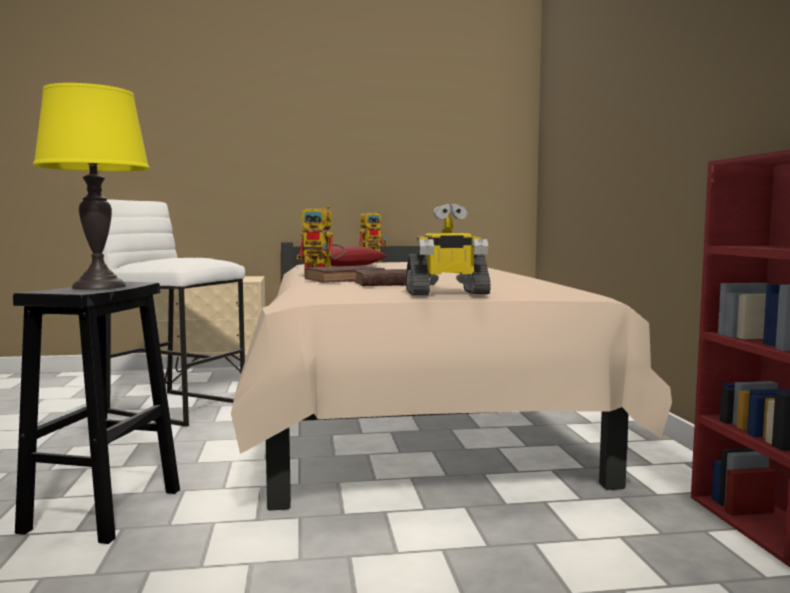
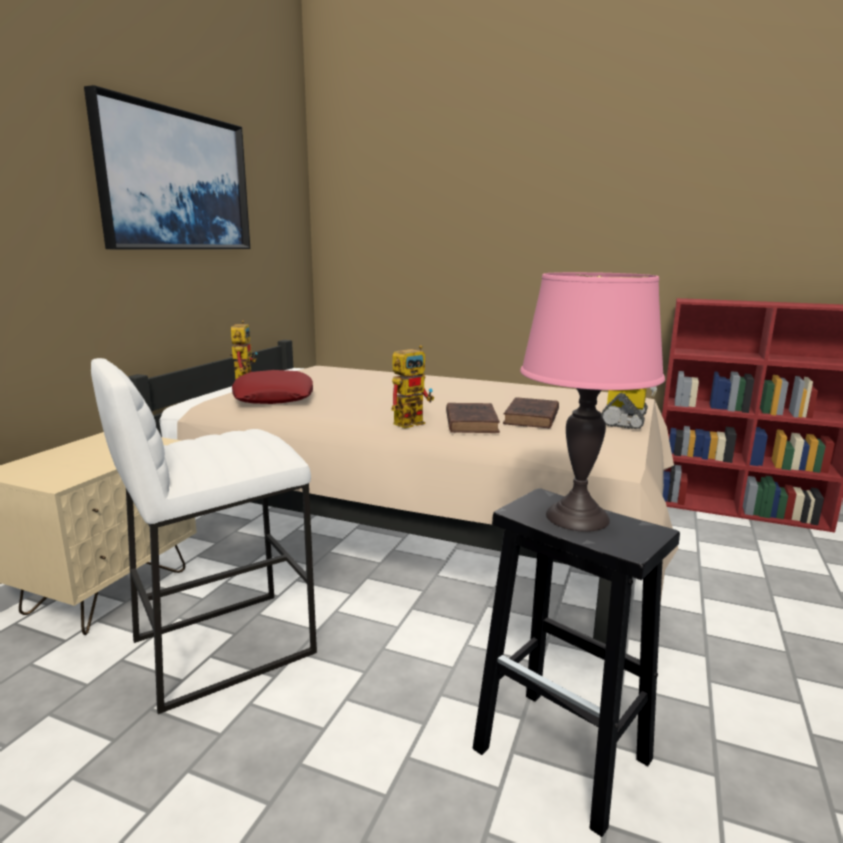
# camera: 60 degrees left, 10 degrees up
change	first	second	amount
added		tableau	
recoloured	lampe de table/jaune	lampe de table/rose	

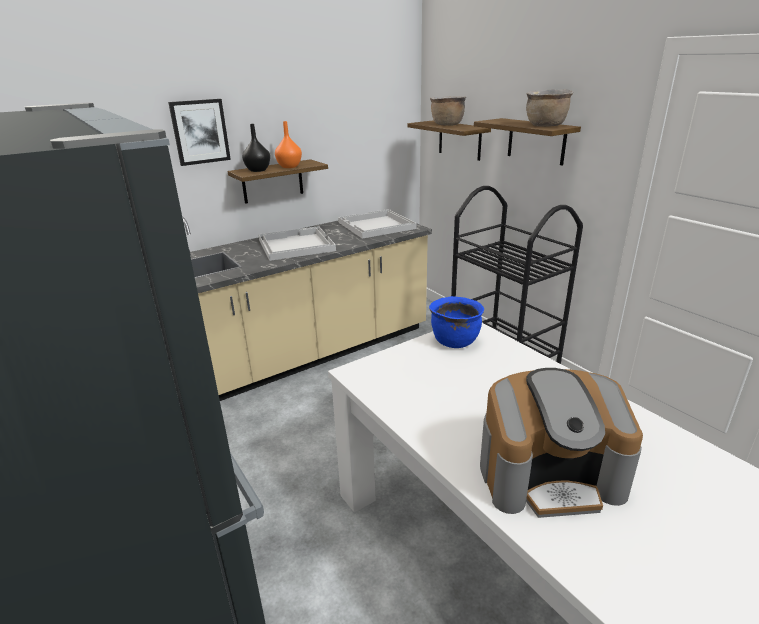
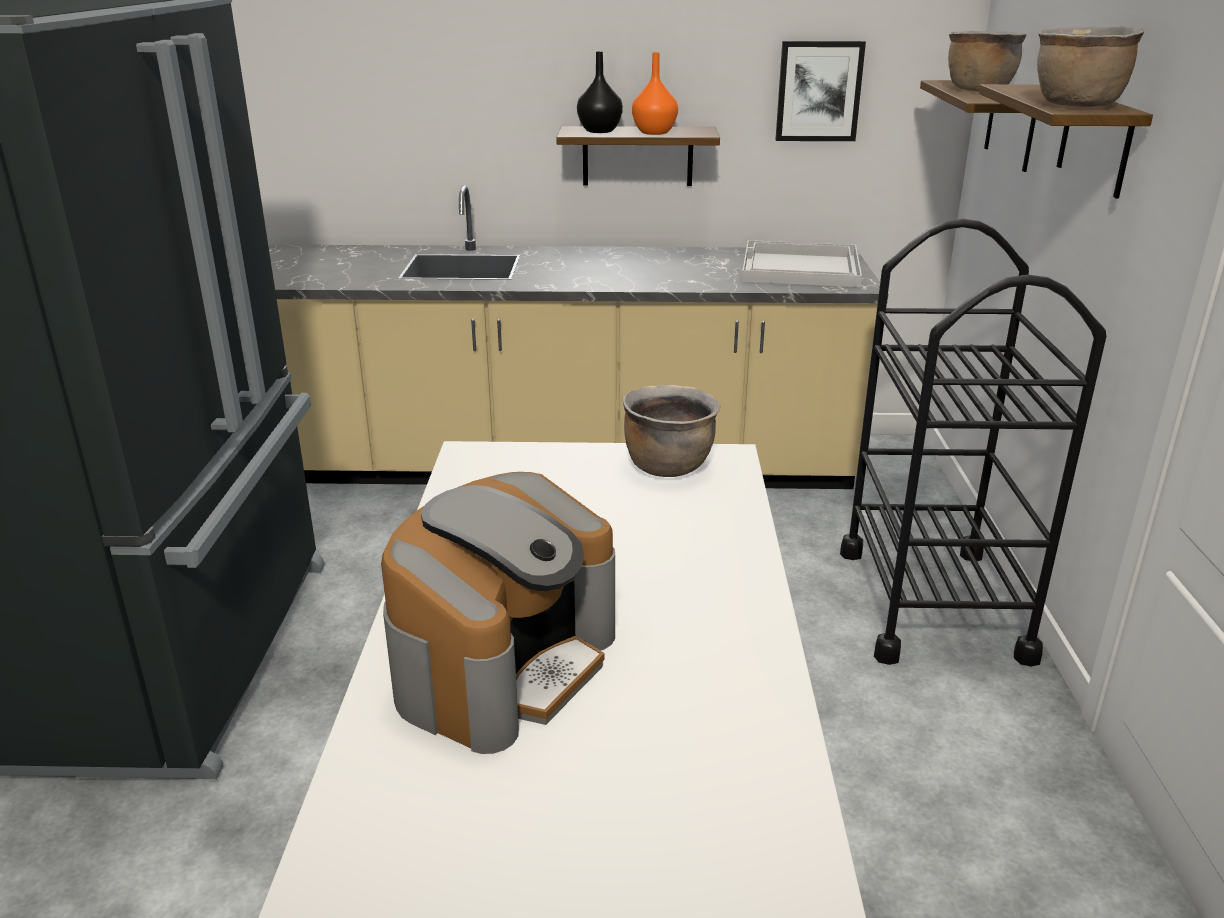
# camera: 35 degrees right, 0 degrees up
change	first	second	amount
removed	plateau/blanc (1st from left)		
moved	tableau		
recoloured	marmite/bleu	marmite/marron (1st from left)	
turned	machine à café		90 degrees counterclockwise

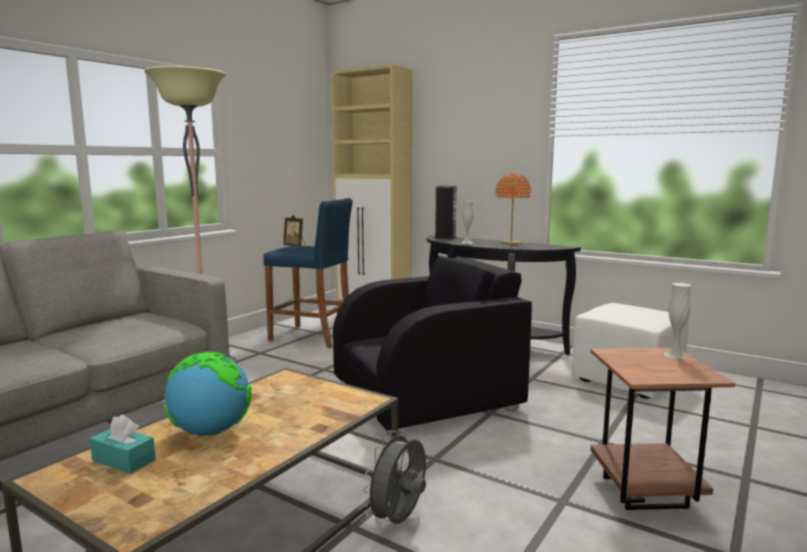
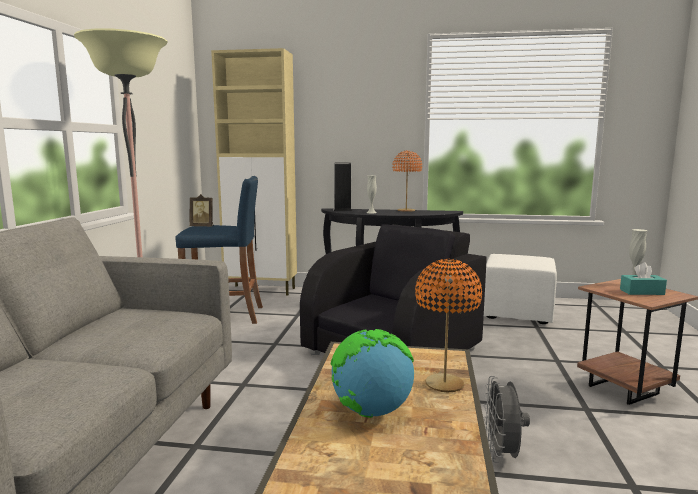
# camera: 25 degrees left, 0 degrees up
change	first	second	amount
added		lampe de table/orange (2nd from left)	
moved	boîte à mouchoirs/turquoise		

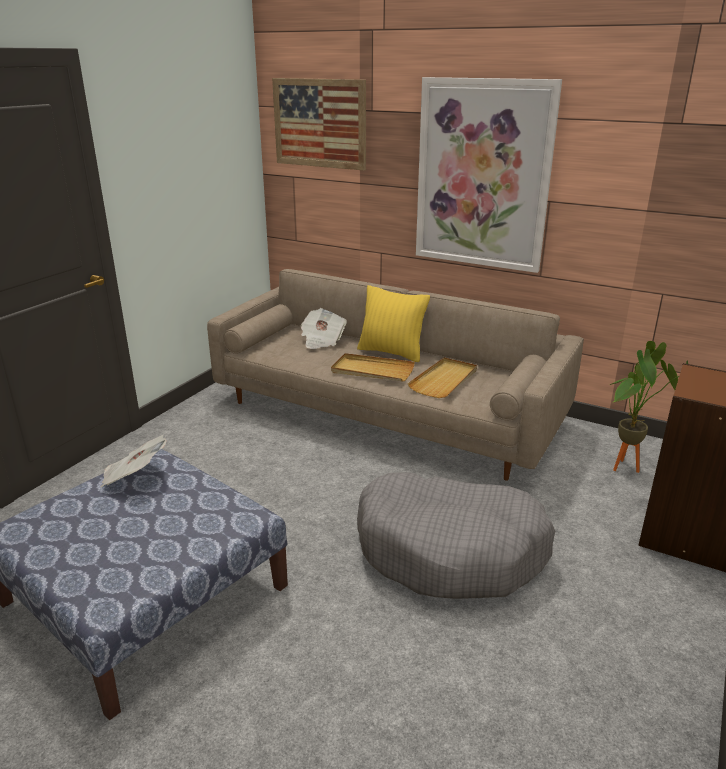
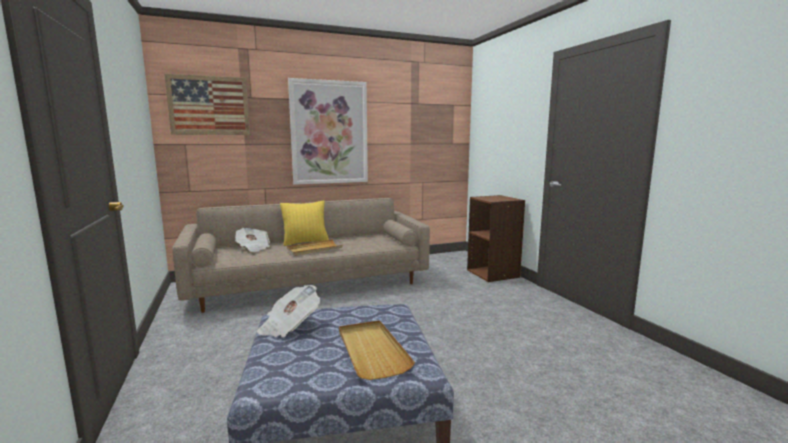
# camera: 50 degrees left, 15 degrees down
change	first	second	amount
removed	panier pour chien/gris		
removed	plante en pot		
moved	plateau/beige (2nd from left)		

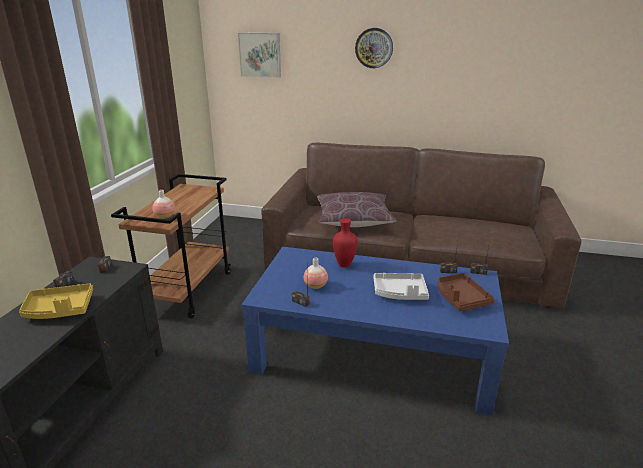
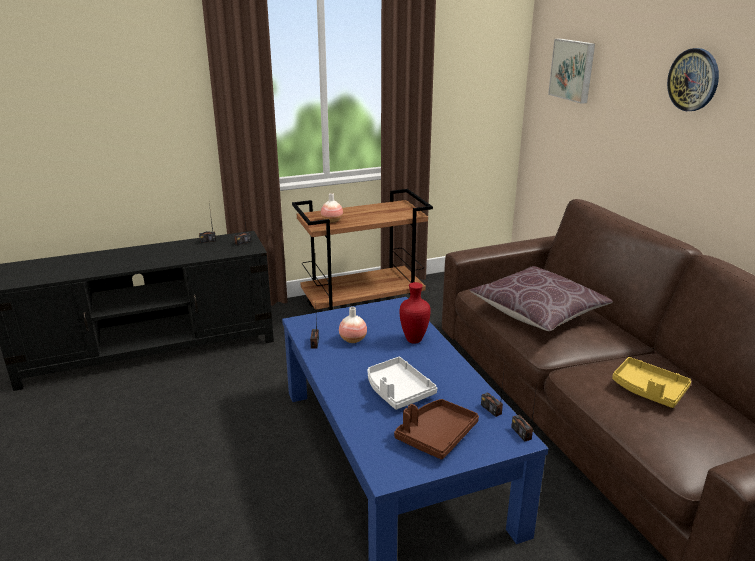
# camera: 55 degrees right, 0 degrees up
change	first	second	amount
moved	plateau/jaune		

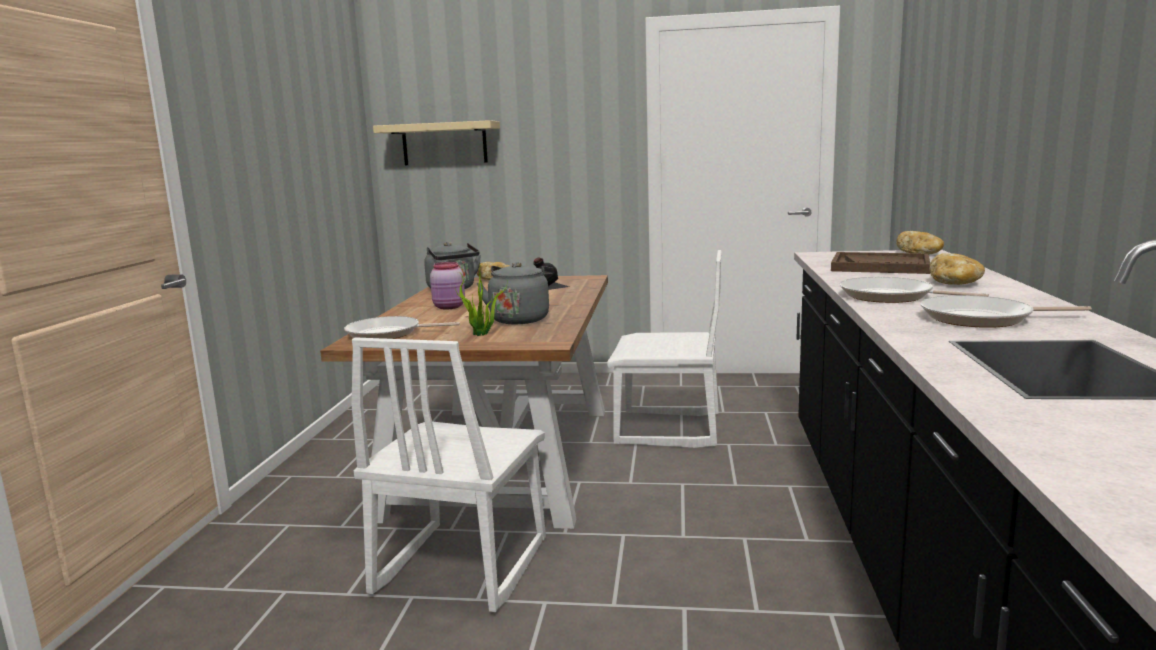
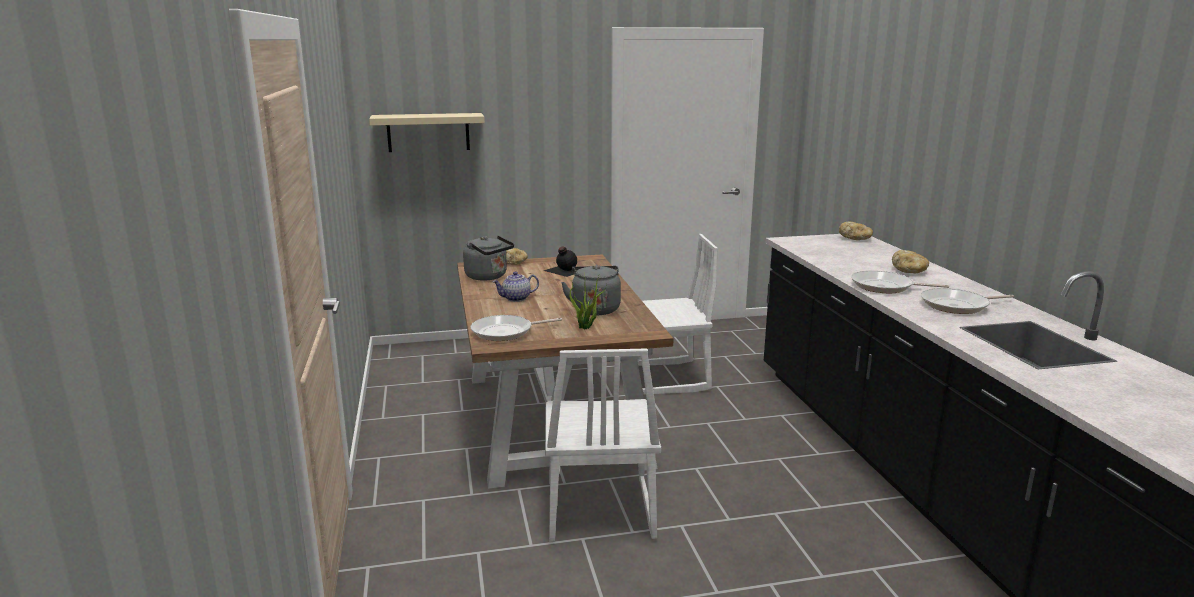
# camera: 20 degrees left, 5 degrees up
change	first	second	amount
removed	plateau/marron		
replaced	bocal/rose	théière	

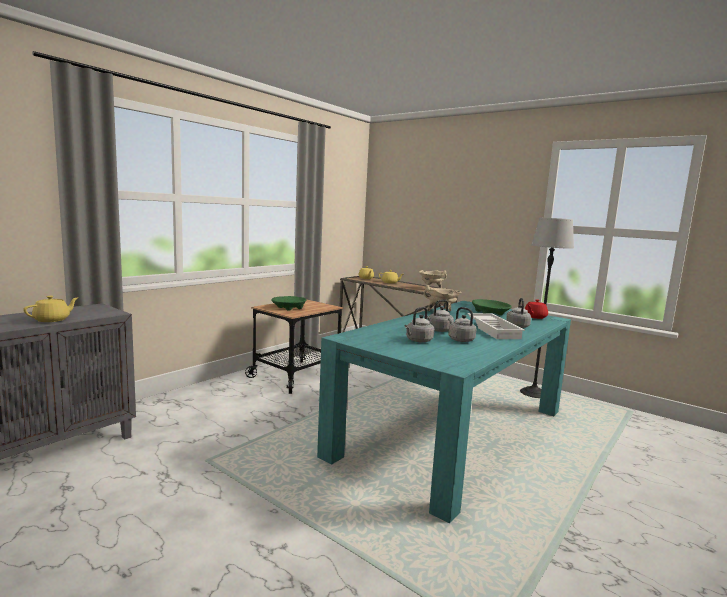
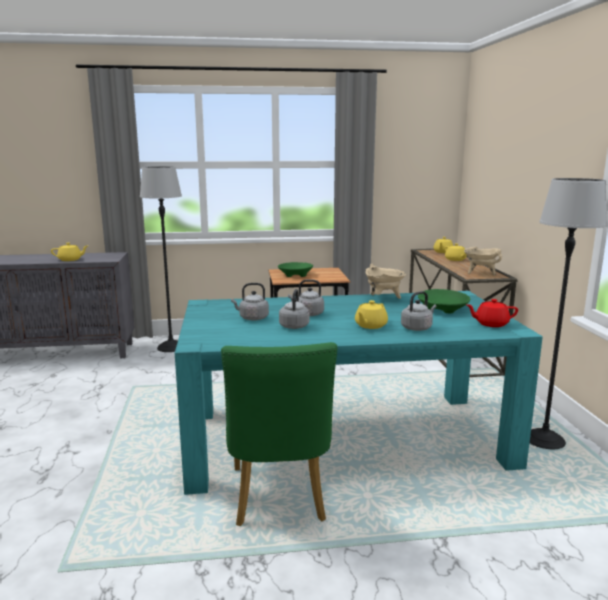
# camera: 45 degrees right, 5 degrees up
change	first	second	amount
added		lampadaire (1st from left)	
added		chaise/vert	
replaced	plateau/blanc	théière/jaune (2nd from left)	

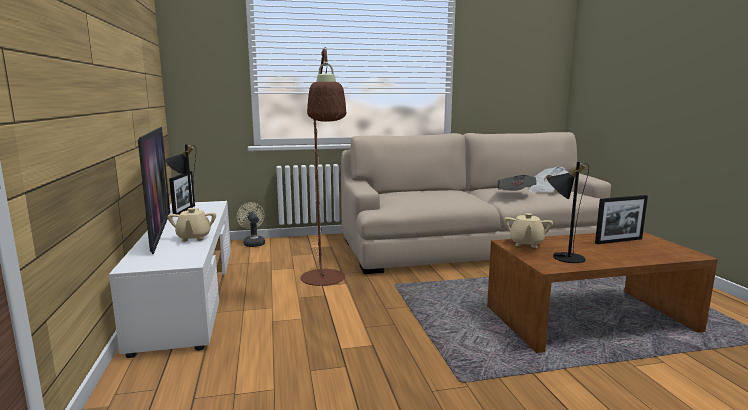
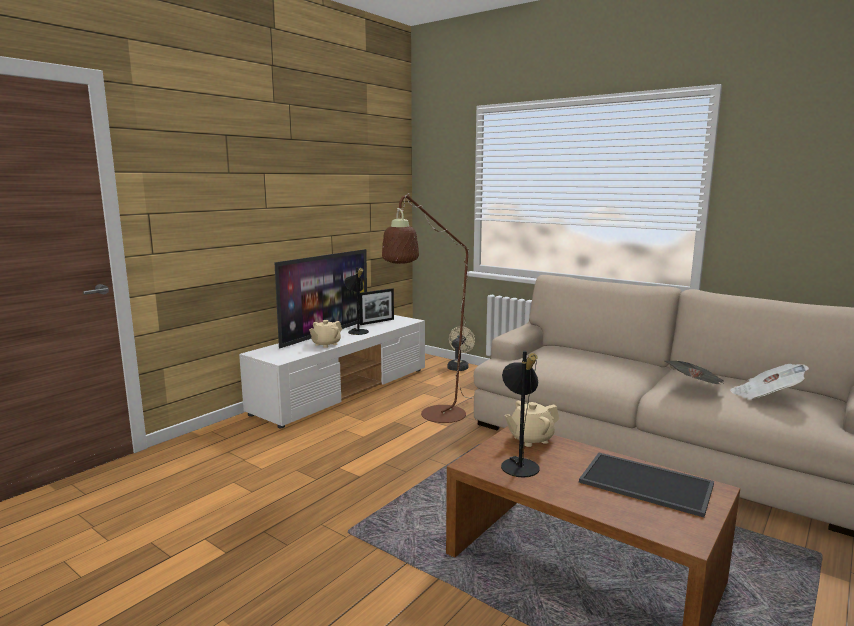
# camera: 50 degrees right, 0 degrees up
change	first	second	amount
replaced	cadre photo (2nd from left)	plateau	

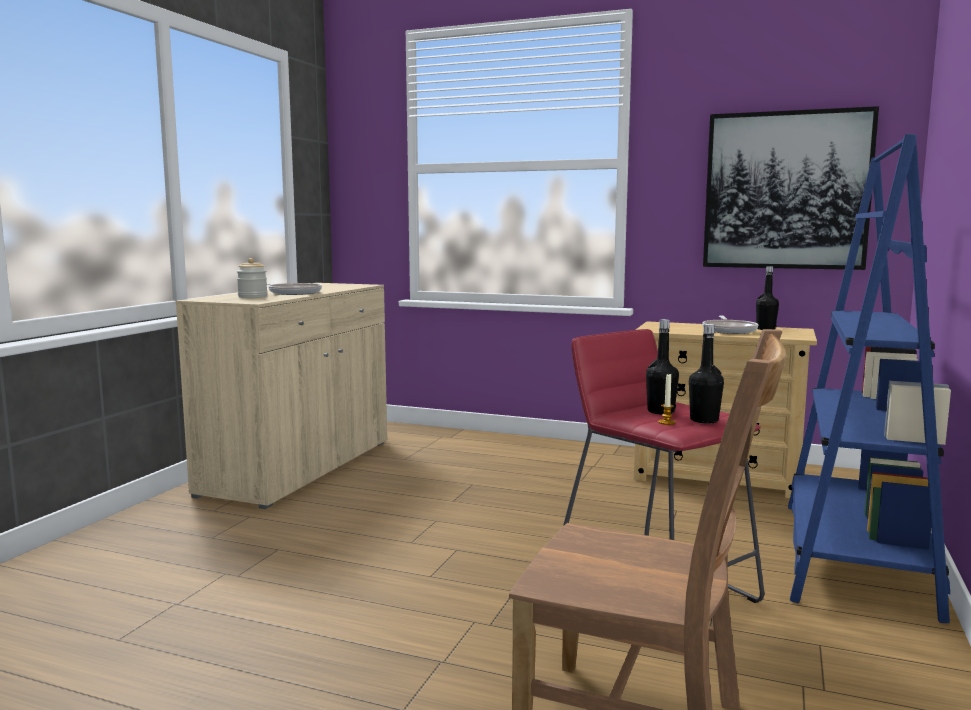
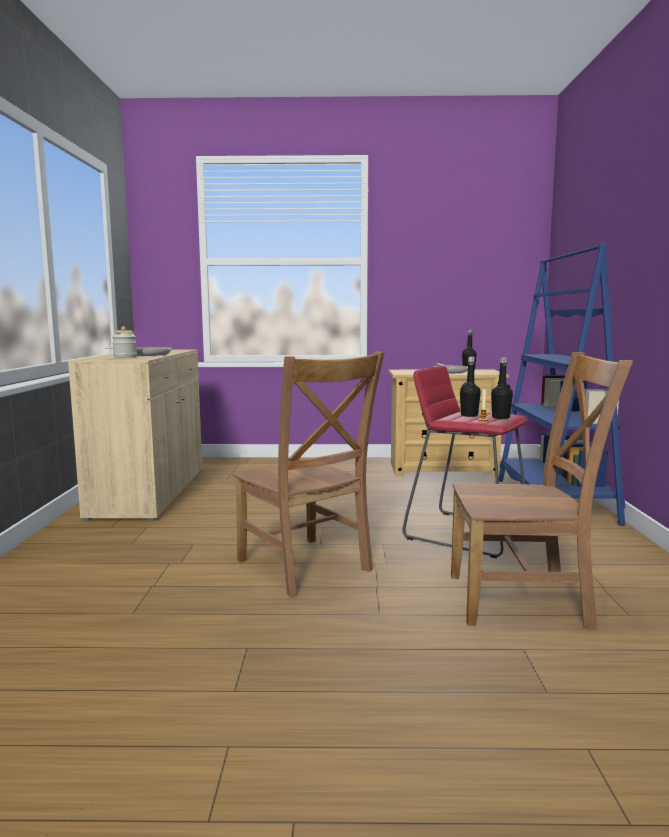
# camera: 20 degrees left, 0 degrees up
change	first	second	amount
removed	tableau		
added		chaise/marron (1st from left)	

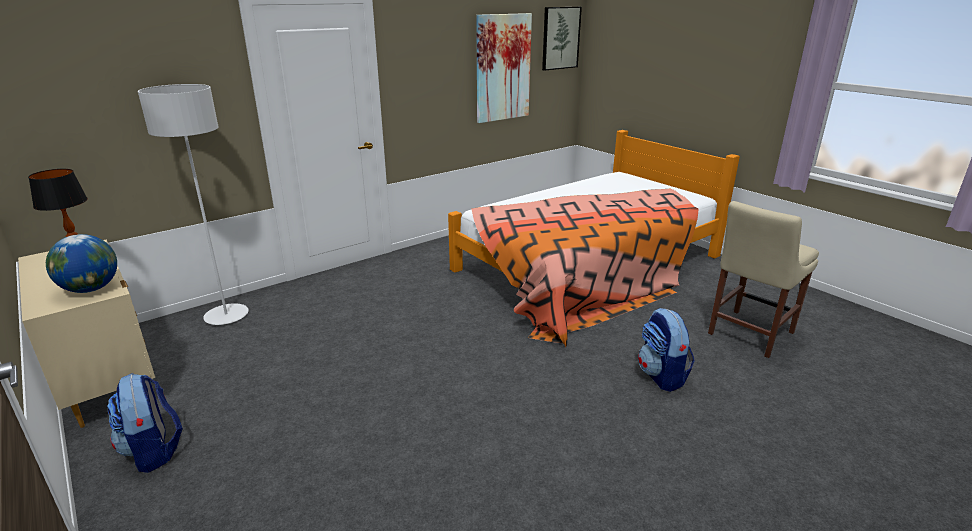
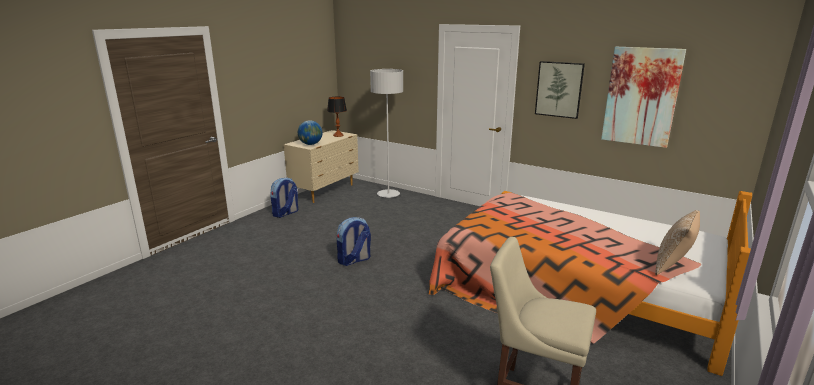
# camera: 70 degrees right, 5 degrees down
change	first	second	amount
added		coussin	
moved	tableau (2nd from left in the first image)	tableau (1st from left)	
moved	sac à dos (2nd from left)		

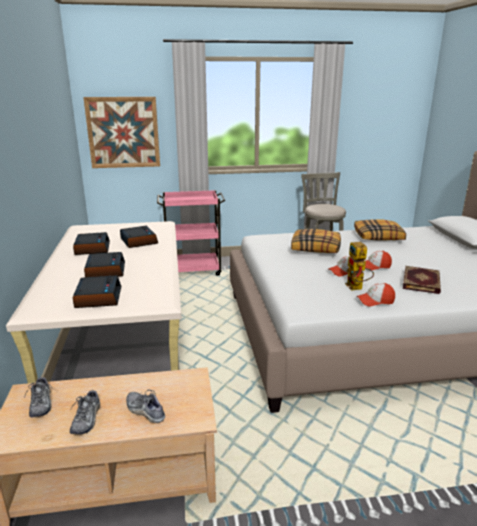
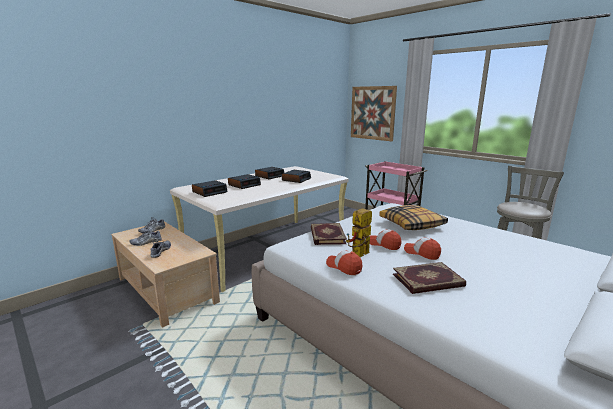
# camera: 55 degrees right, 5 degrees down
change	first	second	amount
removed	coussin (2nd from left)		
added		livre (1st from left)	

